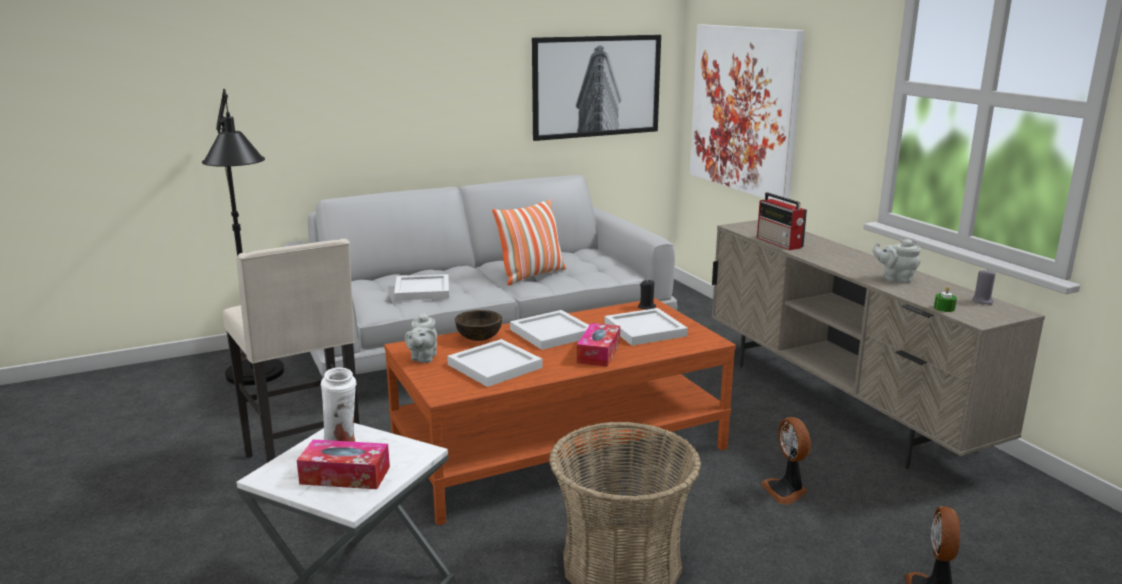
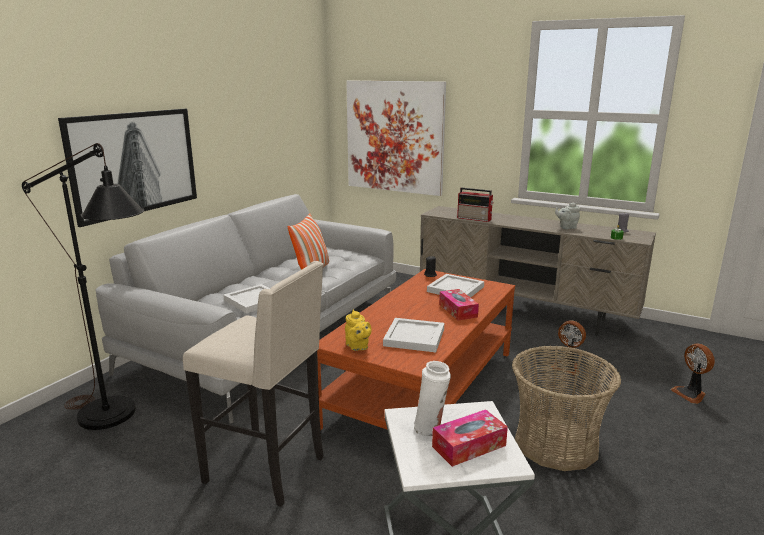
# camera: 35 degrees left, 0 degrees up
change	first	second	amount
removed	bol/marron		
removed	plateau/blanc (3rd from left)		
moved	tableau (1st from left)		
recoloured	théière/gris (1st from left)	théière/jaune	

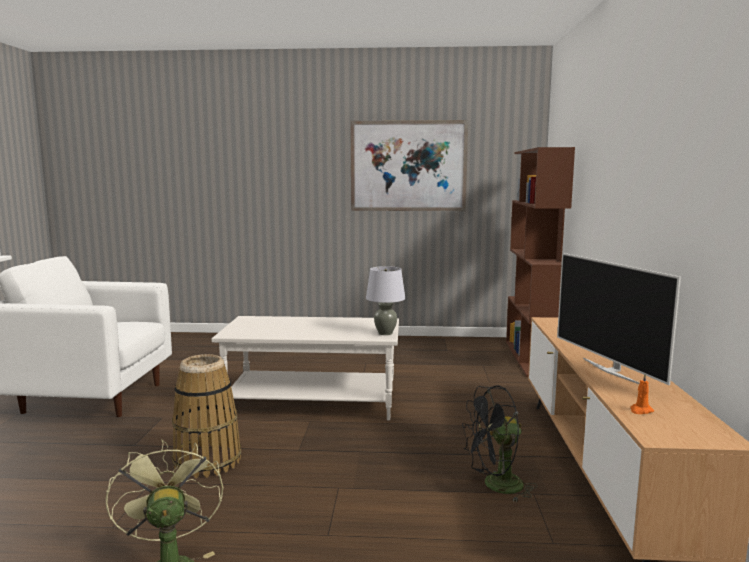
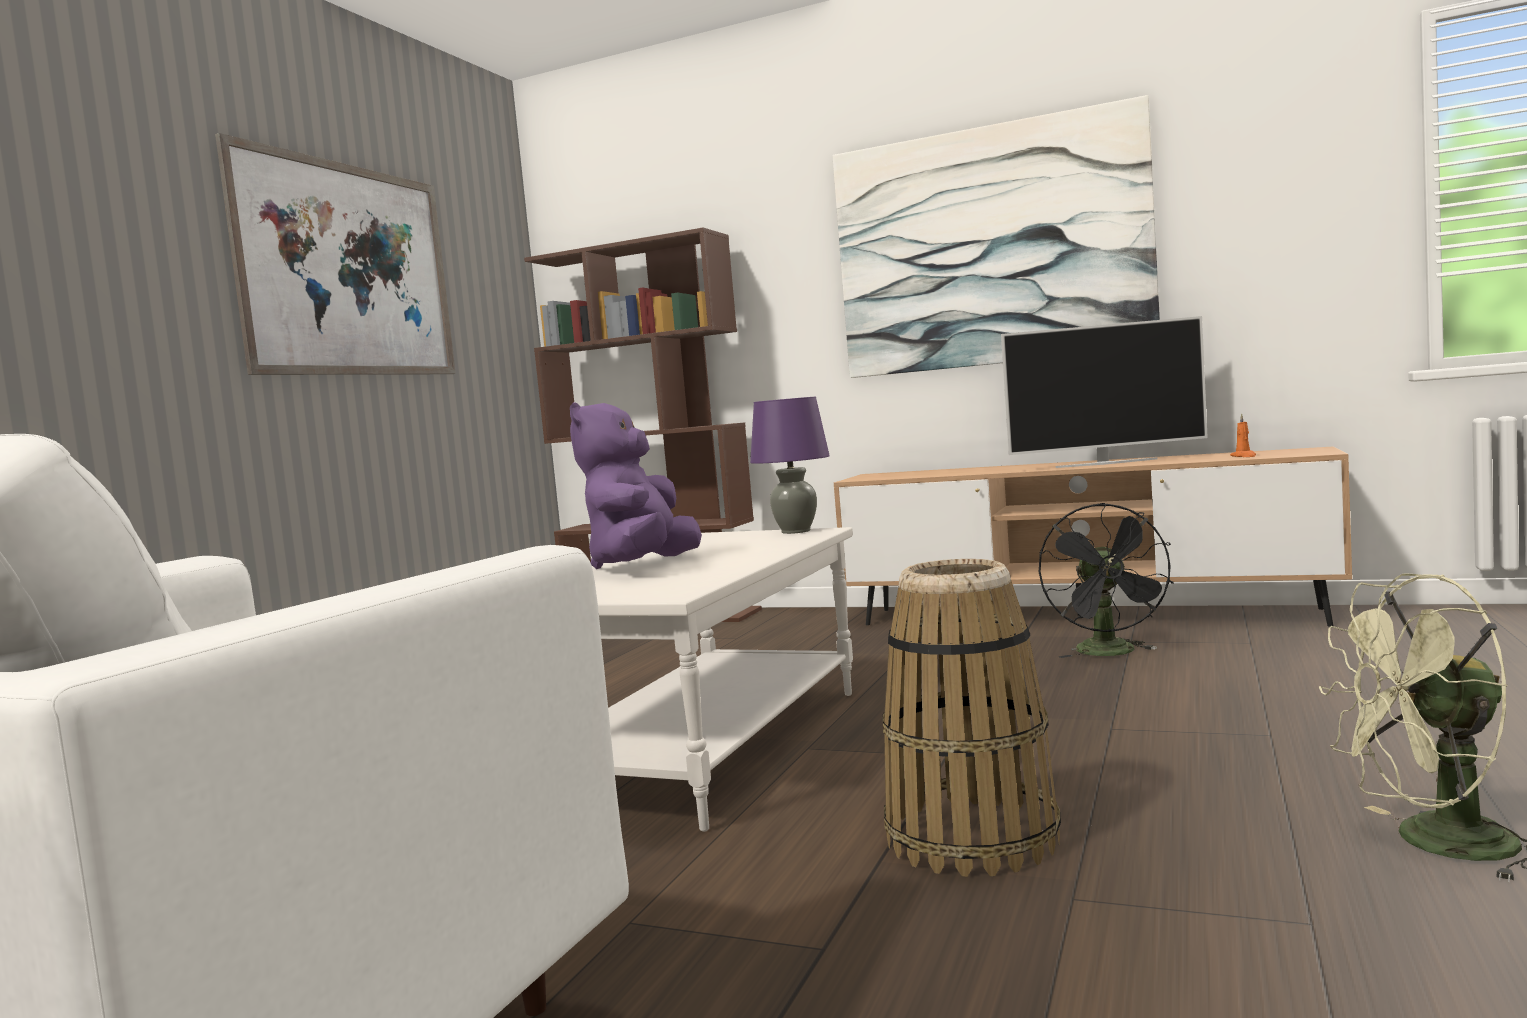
# camera: 70 degrees left, 5 degrees down
change	first	second	amount
added		peluche/violet	
added		tableau (2nd from left)	
recoloured	lampe de table/gris	lampe de table/violet	

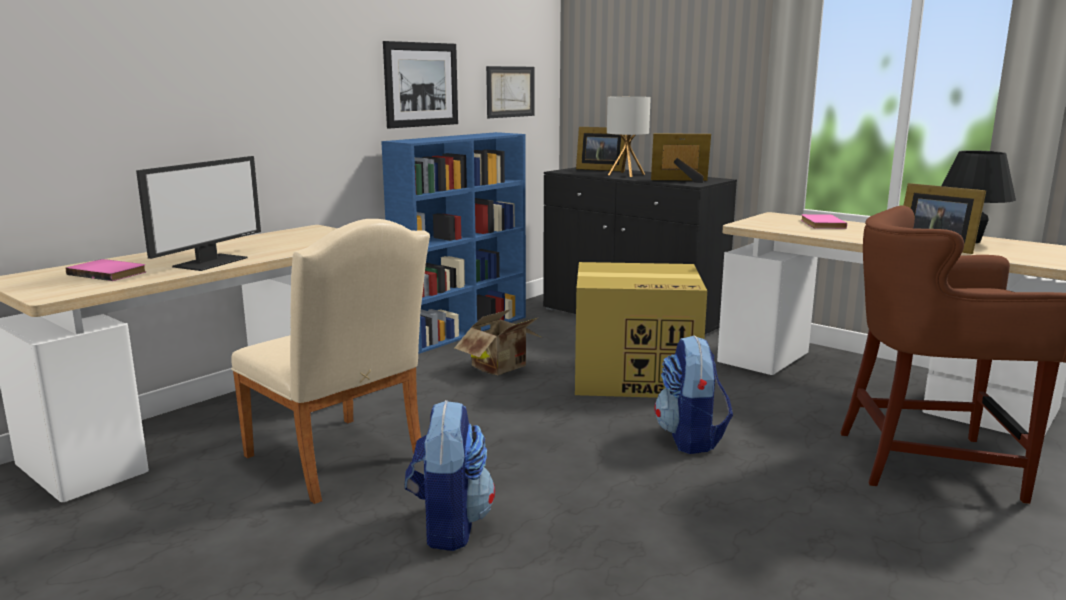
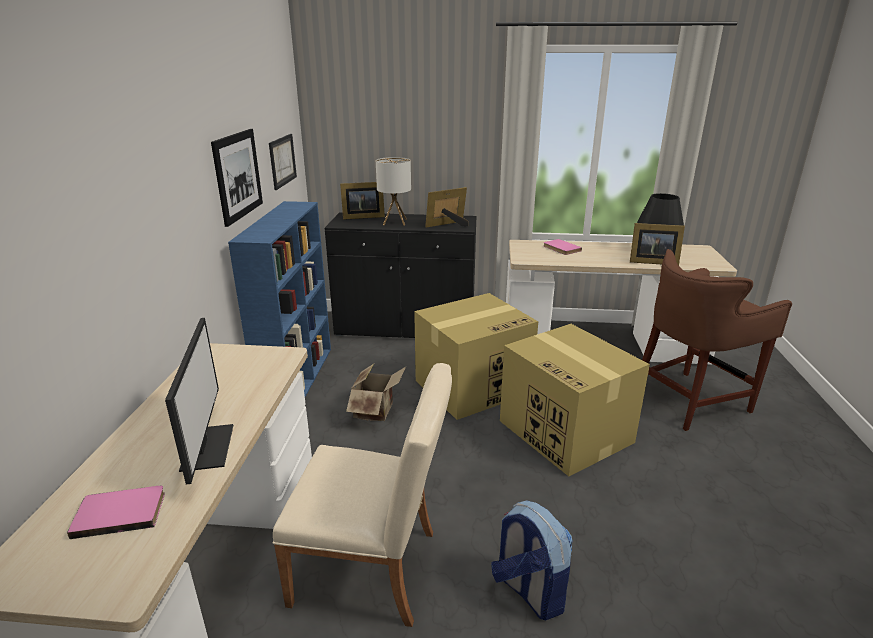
# camera: 35 degrees left, 10 degrees up
change	first	second	amount
replaced	sac à dos (2nd from left)	carton (3rd from left)	

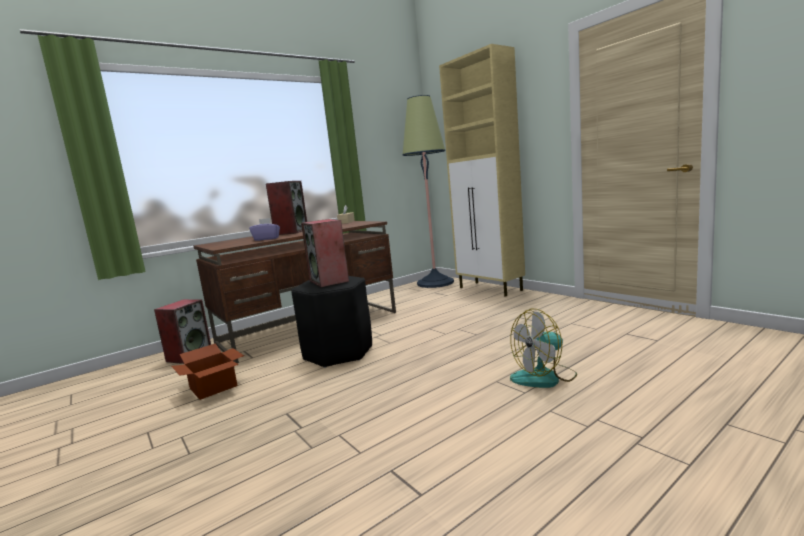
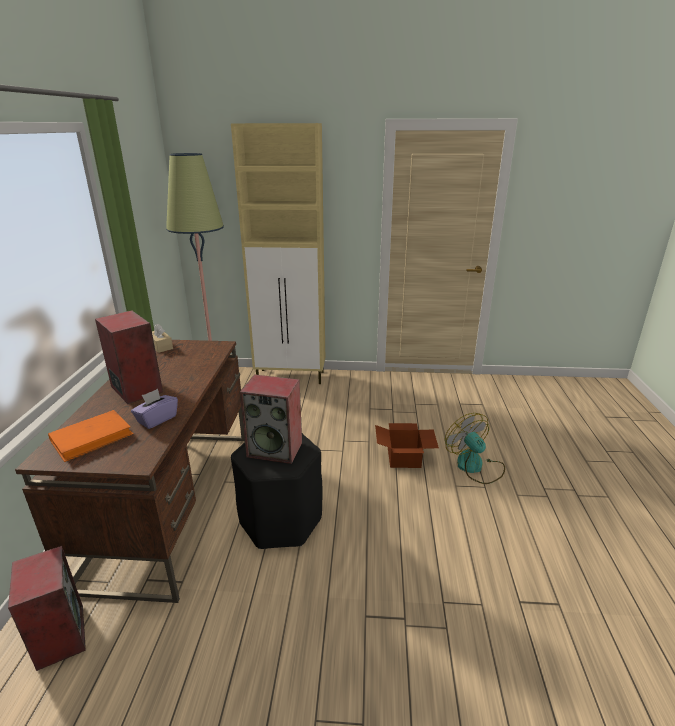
# camera: 50 degrees left, 15 degrees up
change	first	second	amount
added		livre/orange	
moved	carton		
turned	ventilateur		135 degrees clockwise

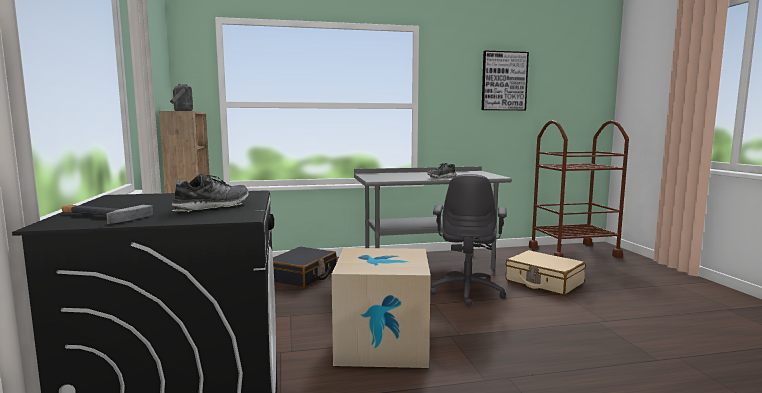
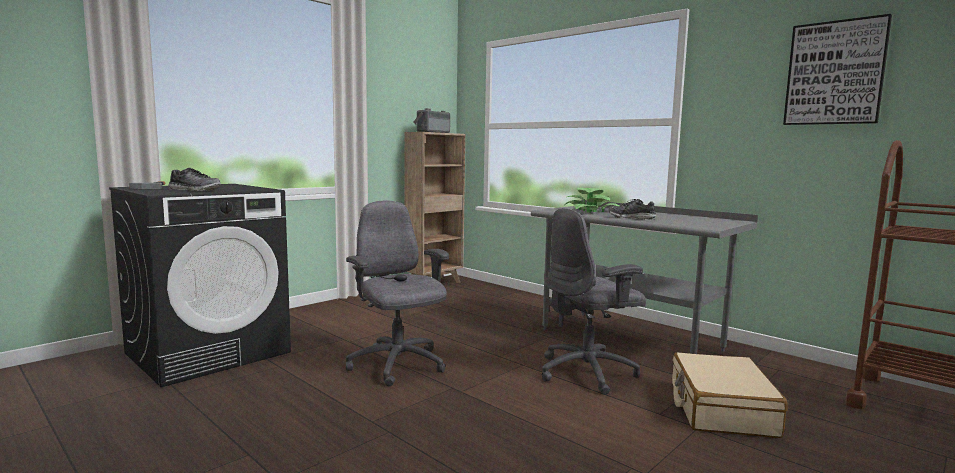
# camera: 55 degrees right, 0 degrees up
change	first	second	amount
removed	valise/noir		
added		plante en pot	
replaced	carton	chaise de bureau/gris (1st from left)	

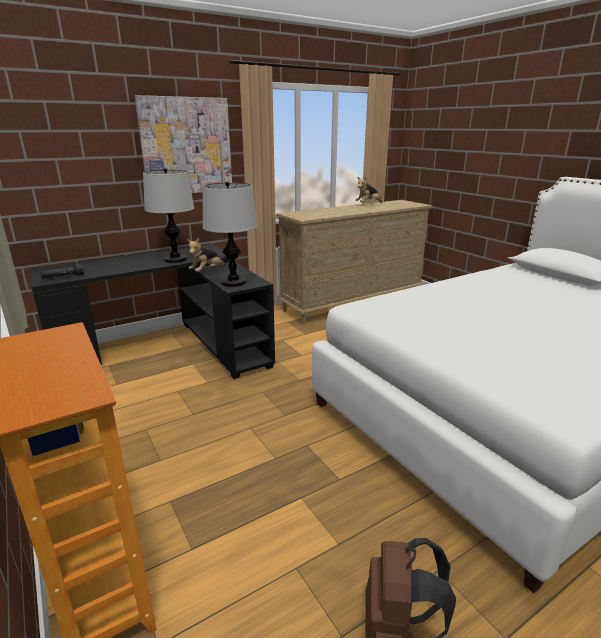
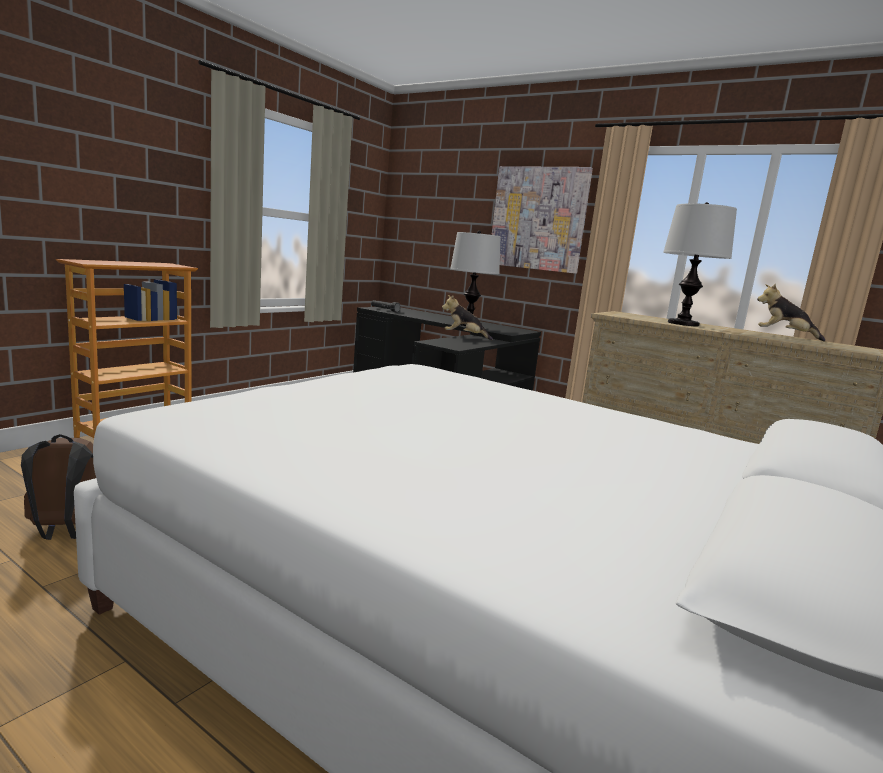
# camera: 65 degrees right, 10 degrees down
change	first	second	amount
moved	lampe de table (2nd from left)		

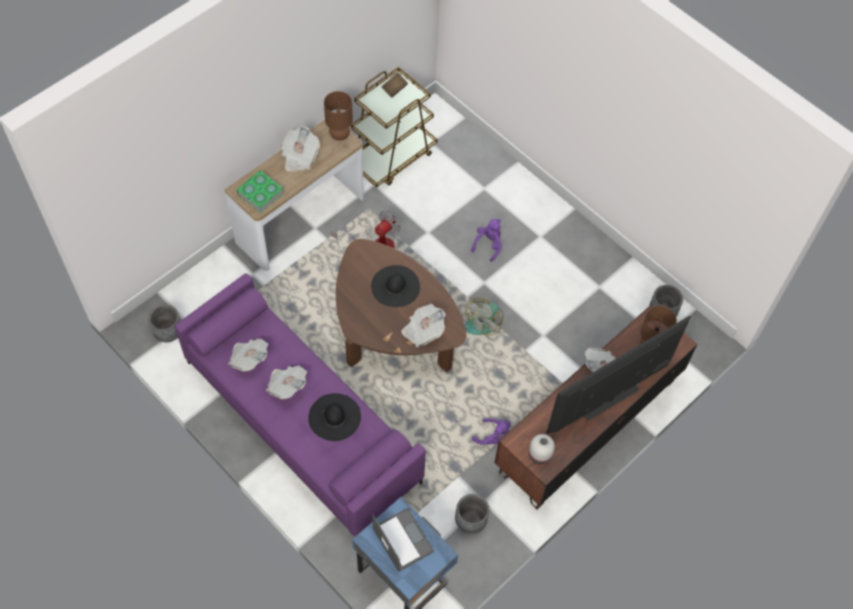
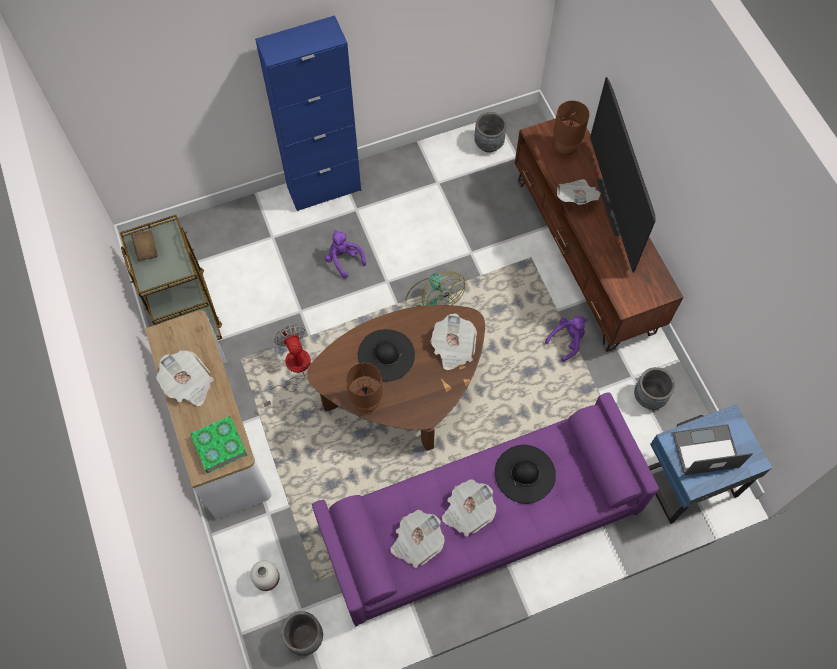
# camera: 65 degrees left, 5 degrees up
change	first	second	amount
added		meuble de rangement/bleu	
moved	lampe de table/marron (1st from left)		
moved	vase/blanc		

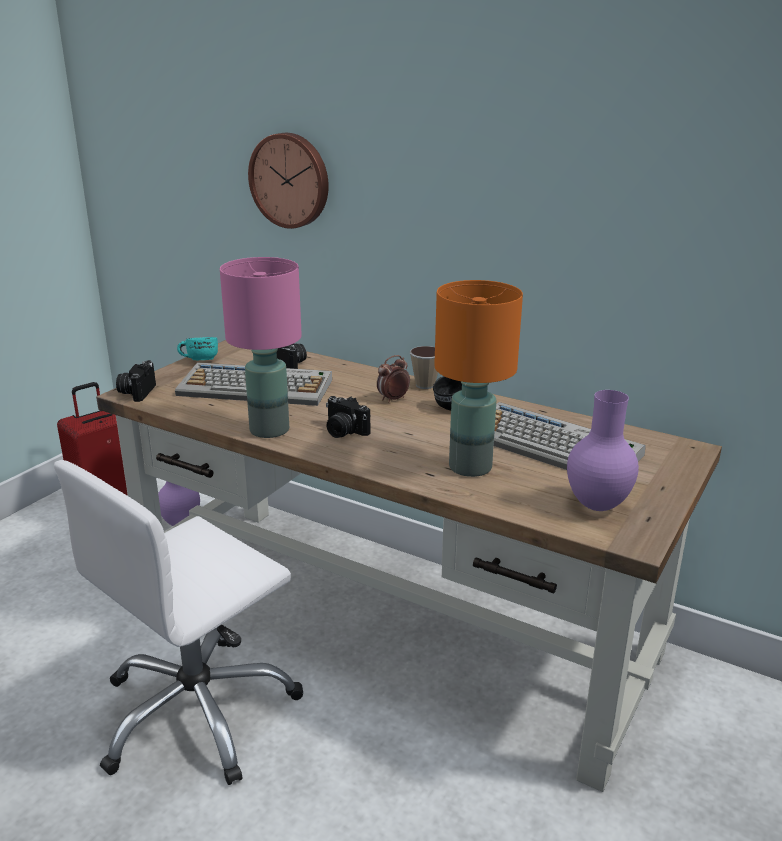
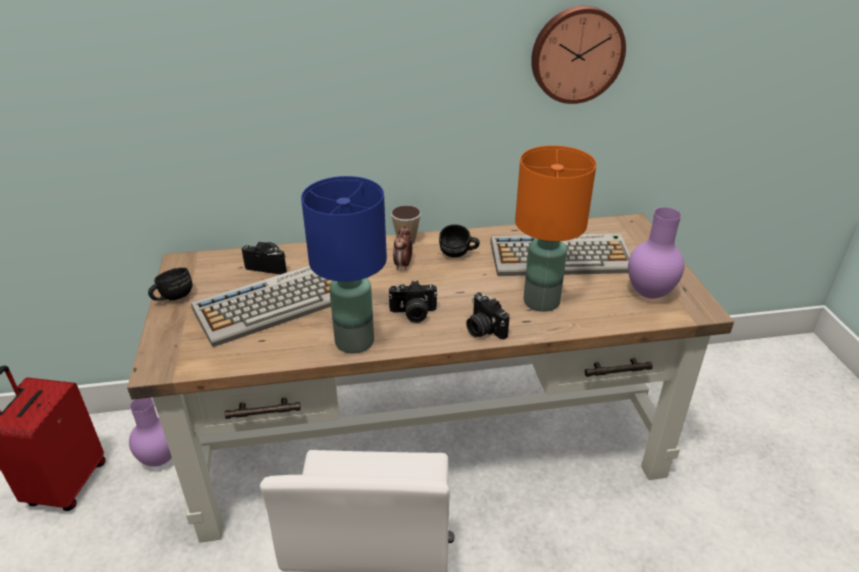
# camera: 40 degrees left, 10 degrees up
change	first	second	amount
moved	appareil photo (1st from left in the first image)	appareil photo (3rd from left)	
moved	horloge murale		
recoloured	mug/turquoise	mug/noir (1st from left)	
recoloured	lampe de table/rose	lampe de table/bleu	

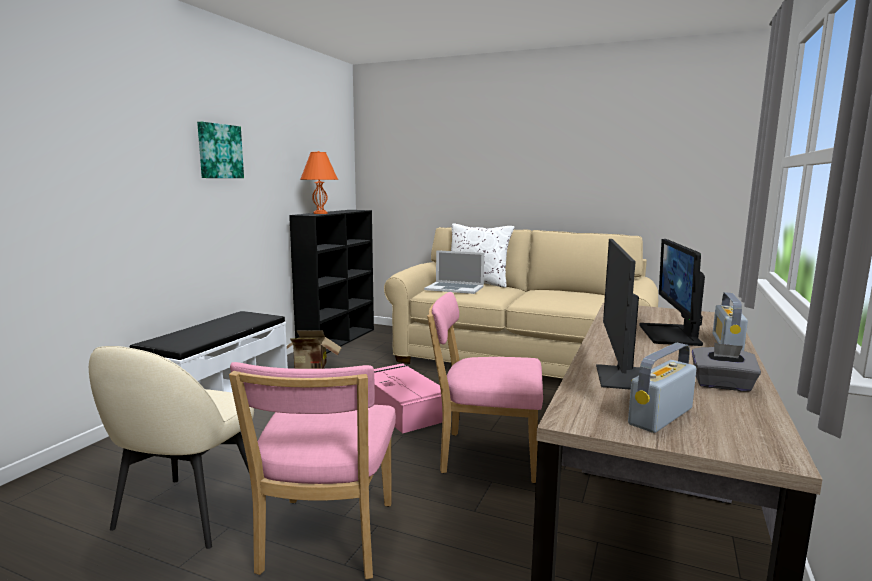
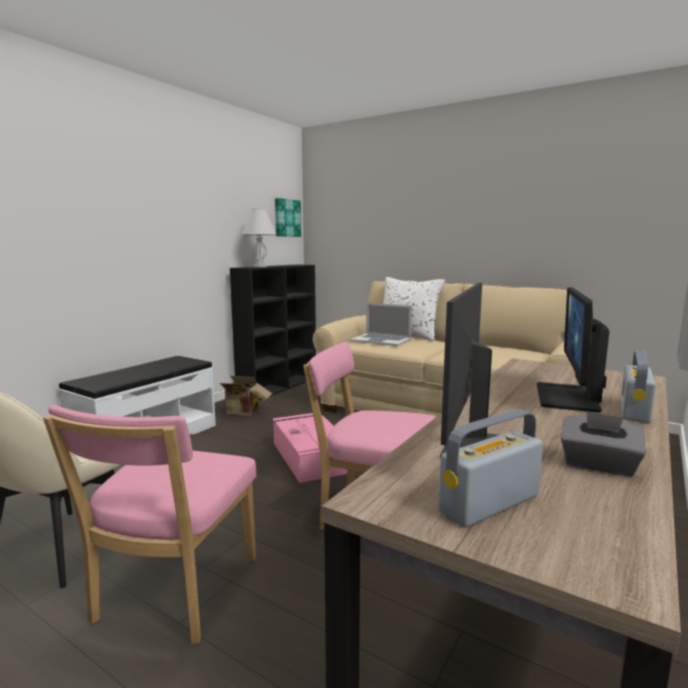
# camera: 10 degrees right, 0 degrees up
change	first	second	amount
moved	tableau		
recoloured	lampe de table/orange	lampe de table/blanc	

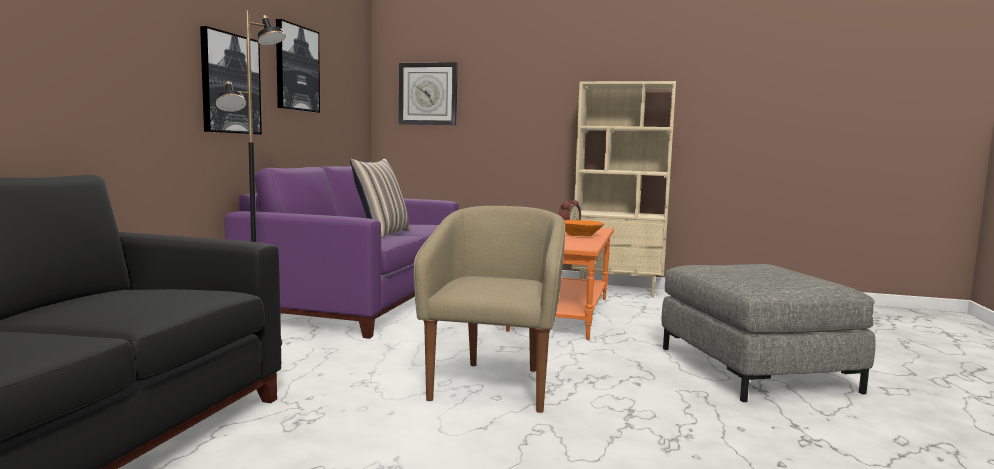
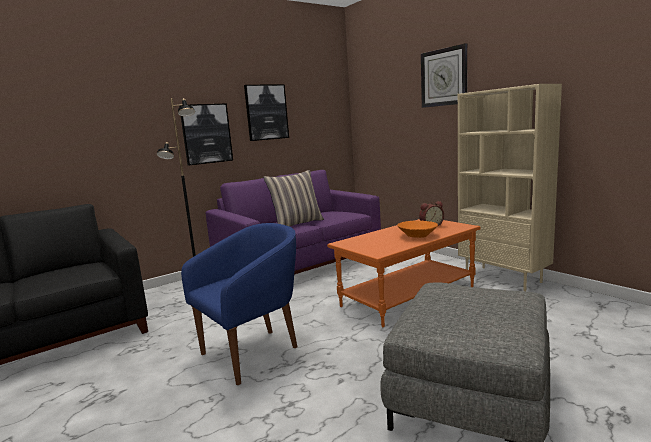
# camera: 40 degrees right, 5 degrees up
change	first	second	amount
moved	horloge murale		
recoloured	fauteuil/beige	fauteuil/bleu	

